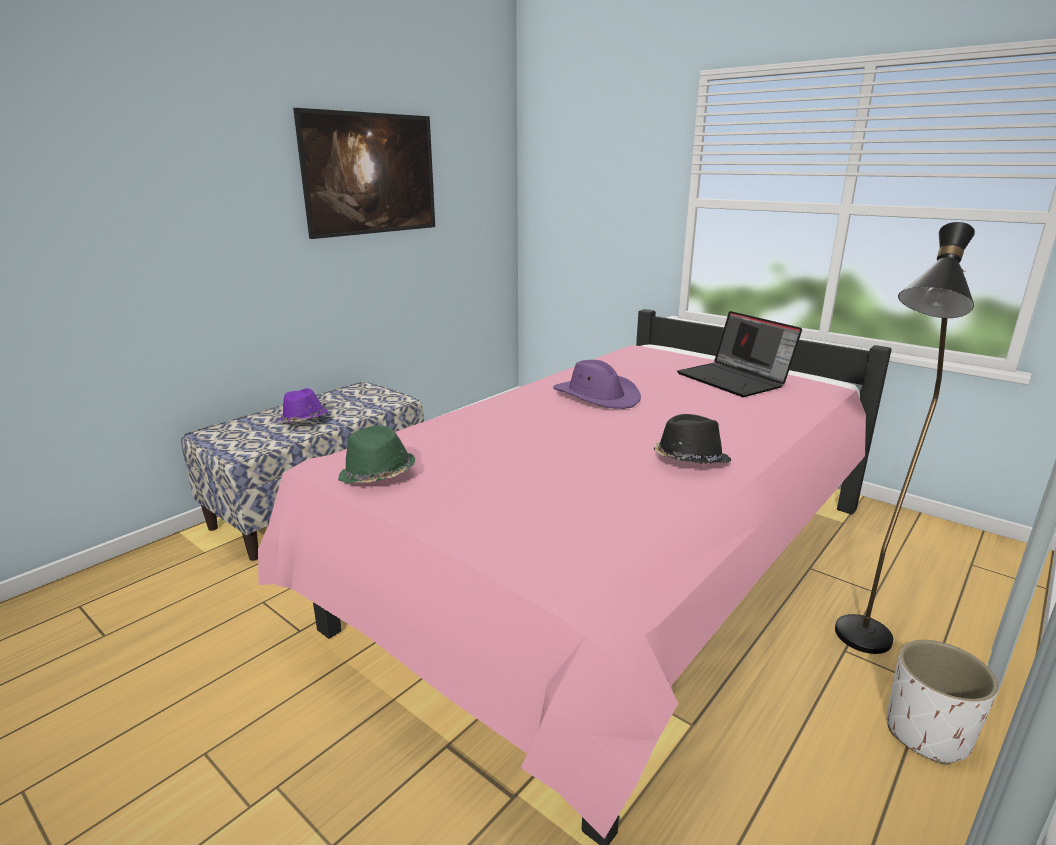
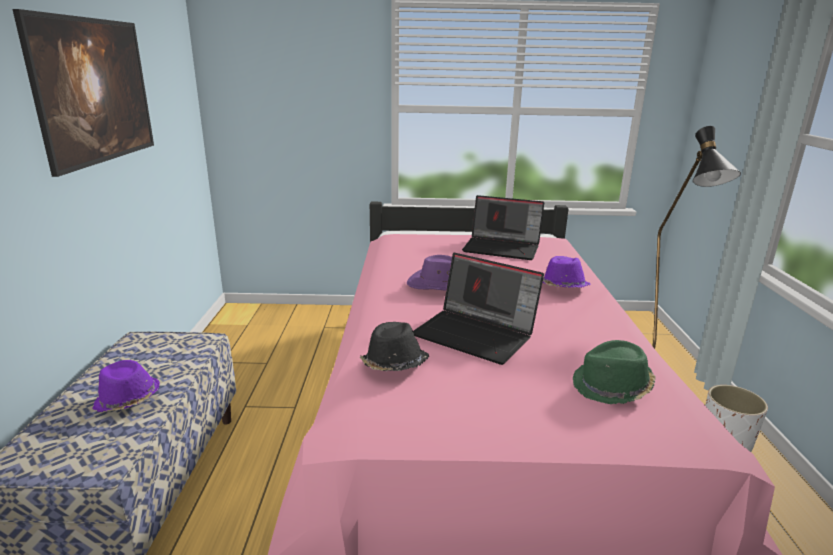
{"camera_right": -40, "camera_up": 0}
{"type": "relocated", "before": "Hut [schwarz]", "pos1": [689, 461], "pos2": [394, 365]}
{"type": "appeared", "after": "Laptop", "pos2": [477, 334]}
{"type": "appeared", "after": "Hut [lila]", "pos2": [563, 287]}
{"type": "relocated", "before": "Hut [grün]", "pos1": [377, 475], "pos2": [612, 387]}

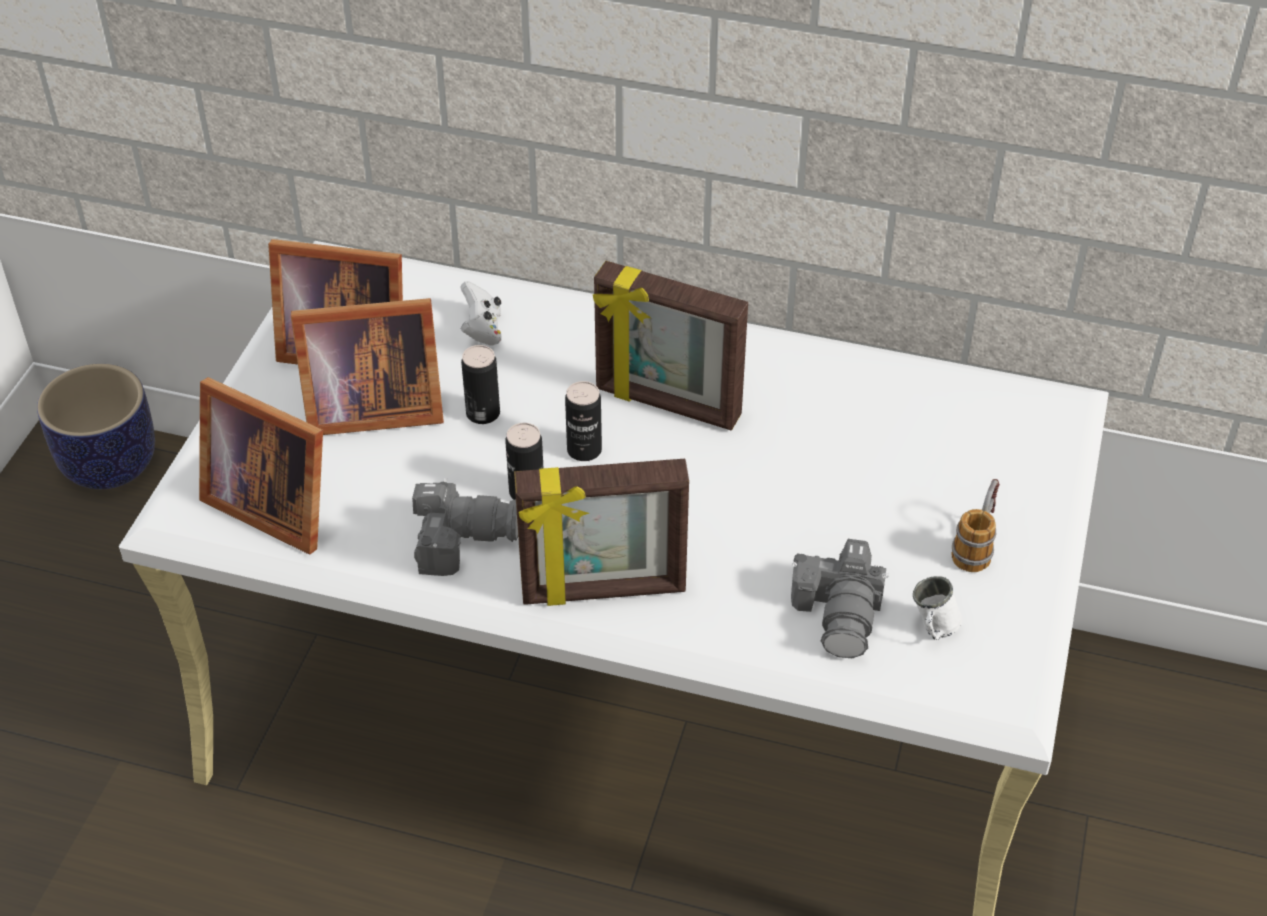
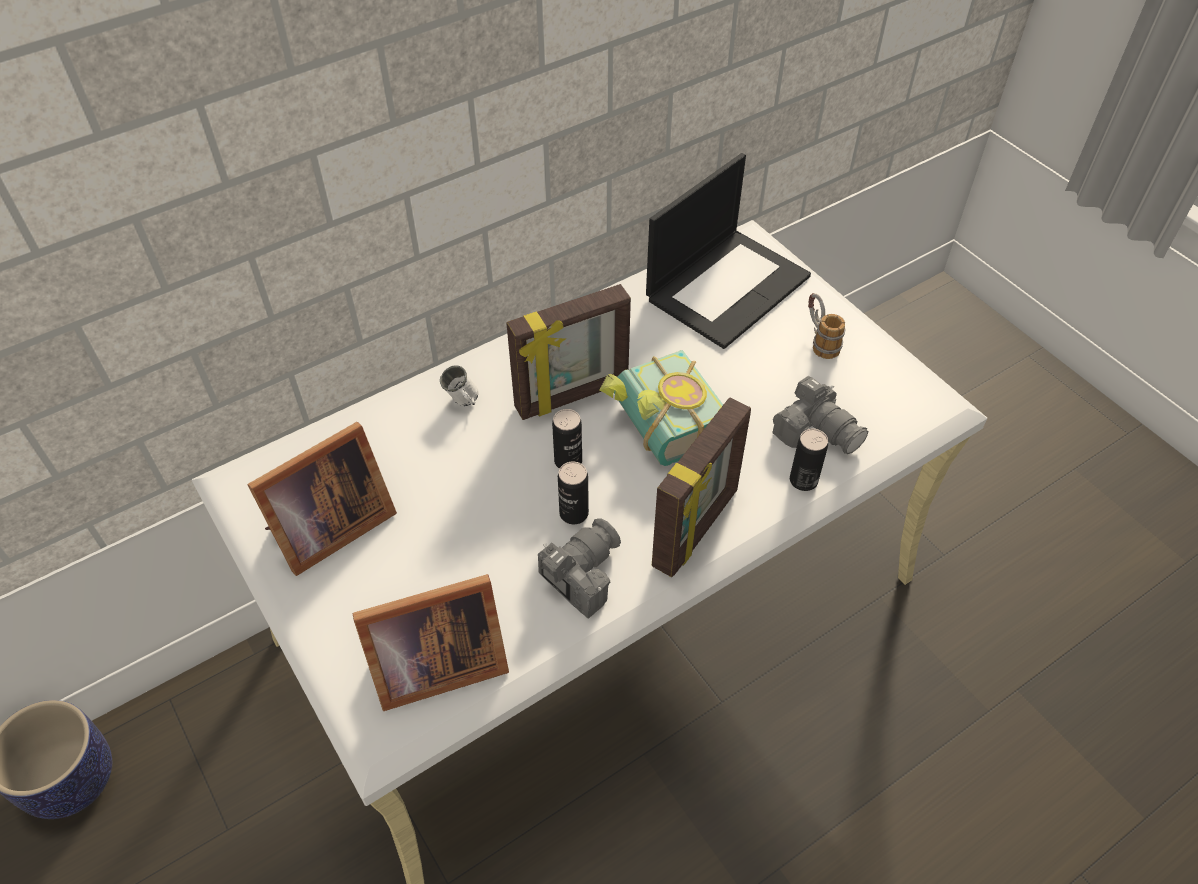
{"camera_right": -50, "camera_up": 5}
{"type": "relocated", "before": "Henkelbecher [weiß]", "pos1": [932, 630], "pos2": [464, 403]}
{"type": "appeared", "after": "Buch", "pos2": [658, 429]}
{"type": "appeared", "after": "Laptop", "pos2": [727, 286]}
{"type": "relocated", "before": "Dose", "pos1": [483, 413], "pos2": [803, 480]}
{"type": "missing", "before": "Bilderrahmen", "pos1": [369, 408]}
{"type": "missing", "before": "Gamepad [weiß]", "pos1": [482, 330]}

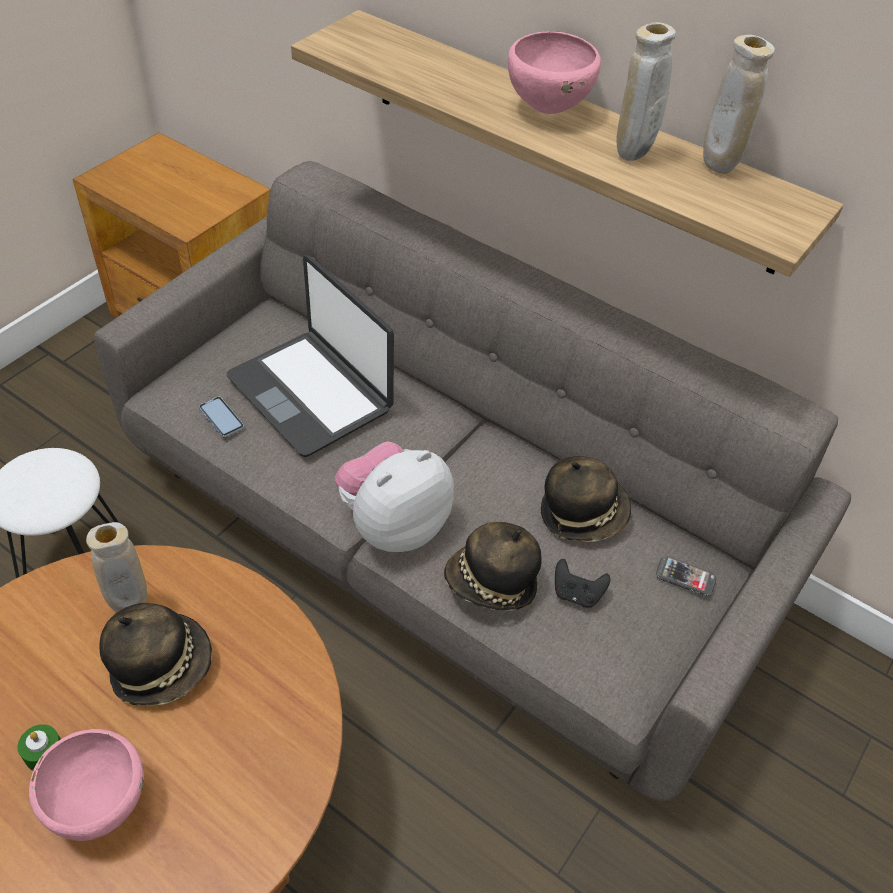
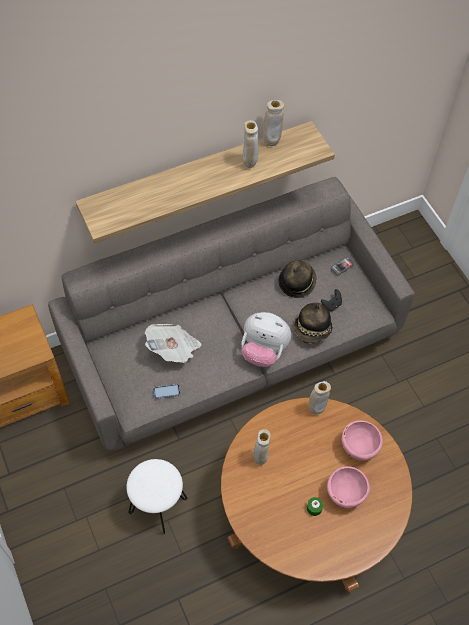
{"camera_right": -60, "camera_up": 10}
{"type": "exchanged", "before": "Laptop", "after": "Zeitung", "pos1": [311, 393], "pos2": [174, 349]}
{"type": "spun", "before": "Plüschtier", "pos1": [393, 525], "pos2": [263, 351], "turn": -60}
{"type": "appeared", "after": "Vase [beige]", "pos2": [316, 409]}
{"type": "relocated", "before": "Schüssel [rosa]", "pos1": [547, 109], "pos2": [358, 448]}
{"type": "missing", "before": "Hut", "pos1": [162, 665]}

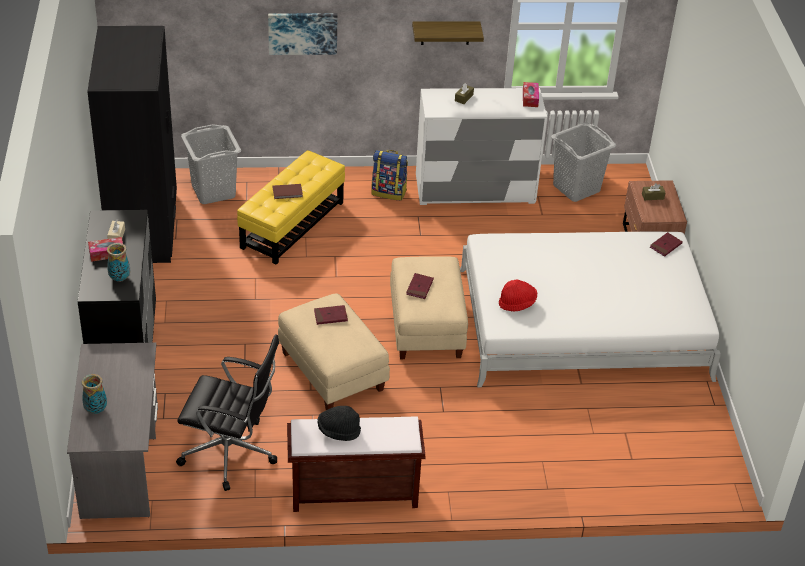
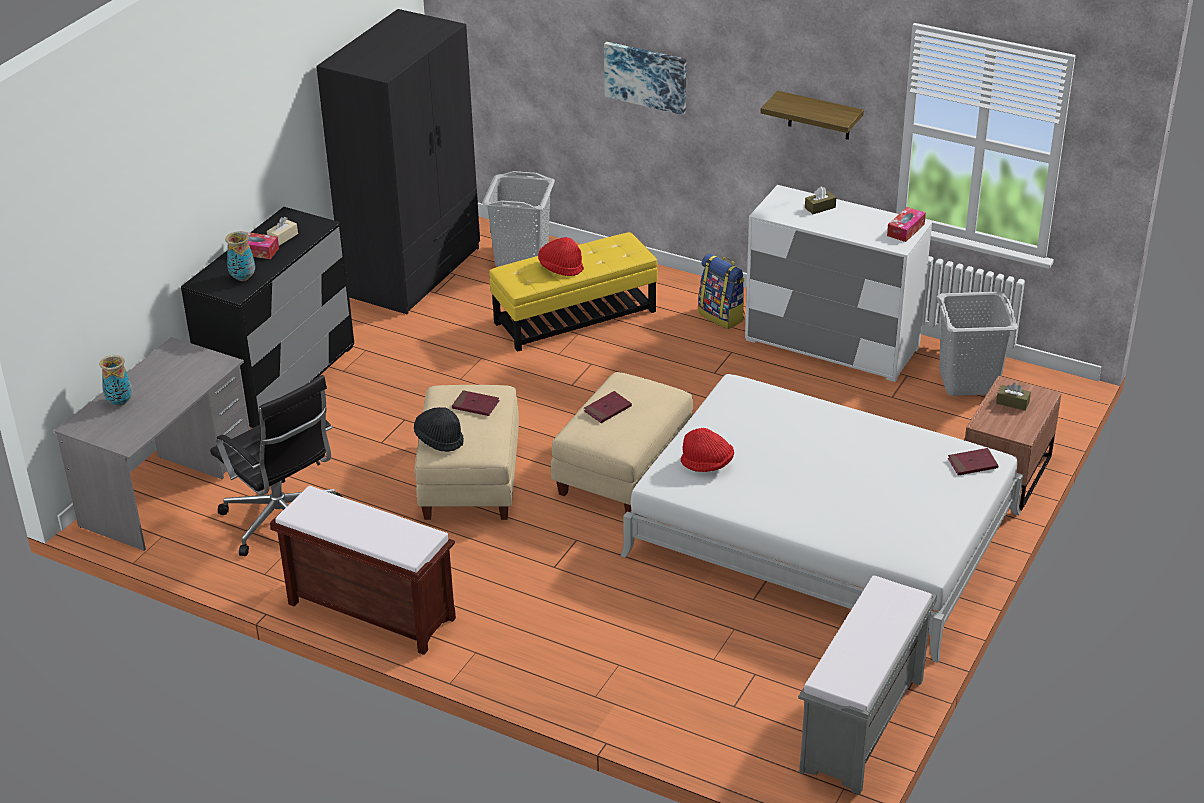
{"camera_right": 35, "camera_up": -5}
{"type": "relocated", "before": "Hut [schwarz]", "pos1": [338, 431], "pos2": [439, 439]}
{"type": "exchanged", "before": "Buch [braun]", "after": "Hut [rot]", "pos1": [288, 193], "pos2": [560, 268]}
{"type": "appeared", "after": "Bank [grau]", "pos2": [862, 727]}

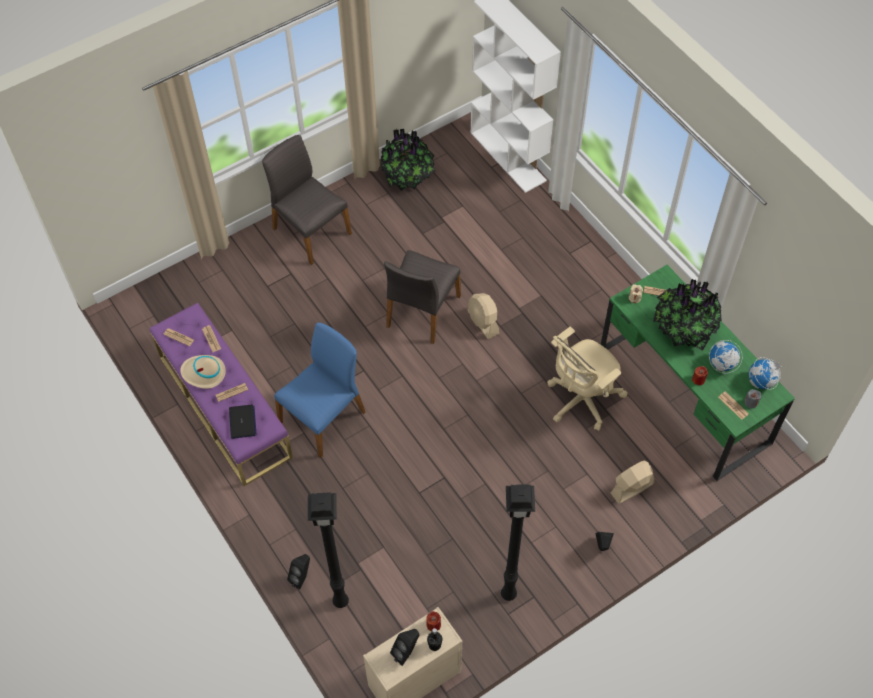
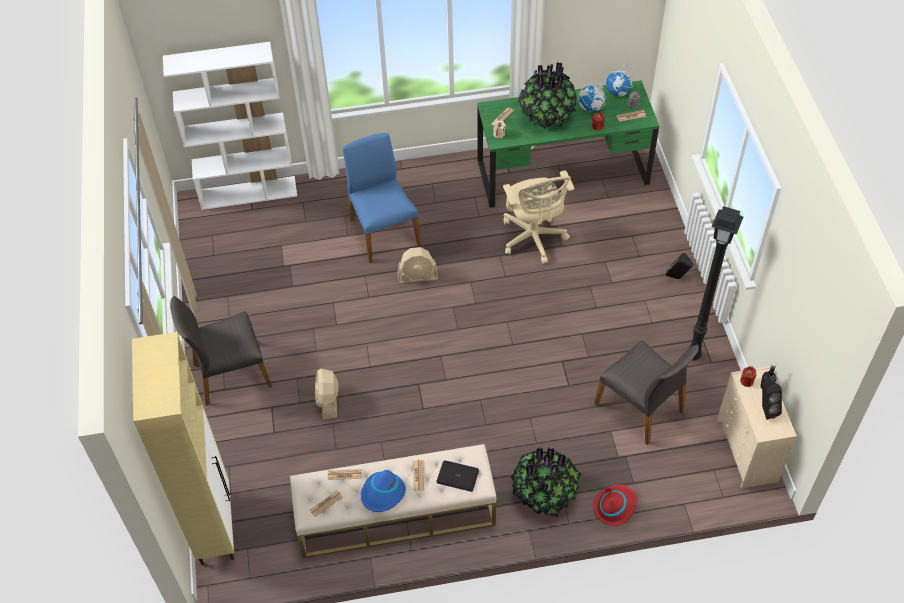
{"camera_right": -65, "camera_up": -5}
{"type": "appeared", "after": "Schrank [beige]", "pos2": [215, 526]}
{"type": "colour", "before": "Bank [lila]", "after": "Bank [beige]", "pos1": [224, 406], "pos2": [395, 515]}
{"type": "relocated", "before": "Ventilator [beige]", "pos1": [631, 488], "pos2": [328, 401]}
{"type": "relocated", "before": "Stuhl [blau]", "pos1": [324, 417], "pos2": [383, 231]}
{"type": "colour", "before": "Hut [beige]", "after": "Hut [blau]", "pos1": [204, 373], "pos2": [382, 494]}
{"type": "relocated", "before": "Topfpflanze", "pos1": [408, 177], "pos2": [544, 494]}
{"type": "exchanged", "before": "Lautsprecher [schwarz]", "after": "Hut [rot]", "pos1": [302, 577], "pos2": [614, 506]}
{"type": "relocated", "before": "Stuhl [grau]", "pos1": [422, 311], "pos2": [641, 408]}
{"type": "missing", "before": "Stehlampe [schwarz]", "pos1": [339, 600]}

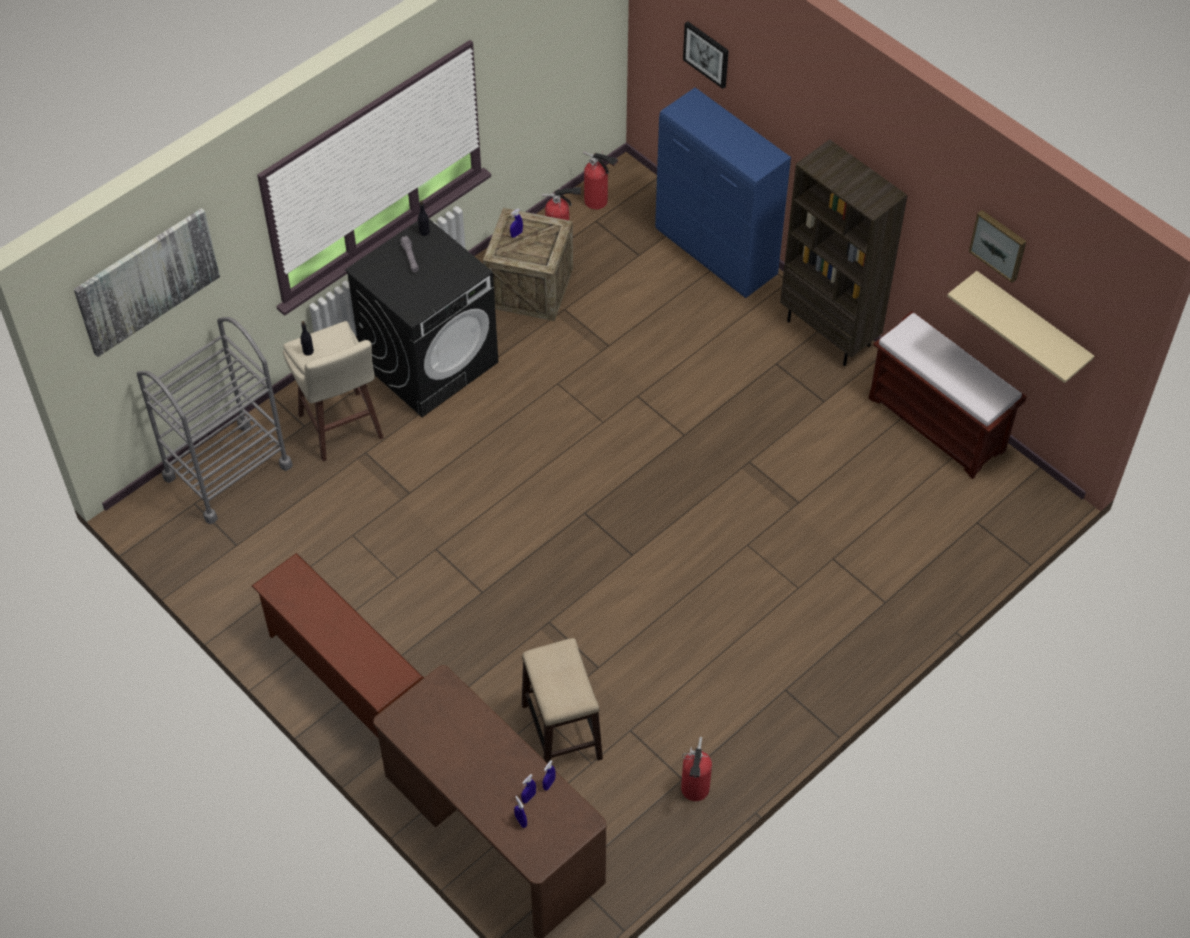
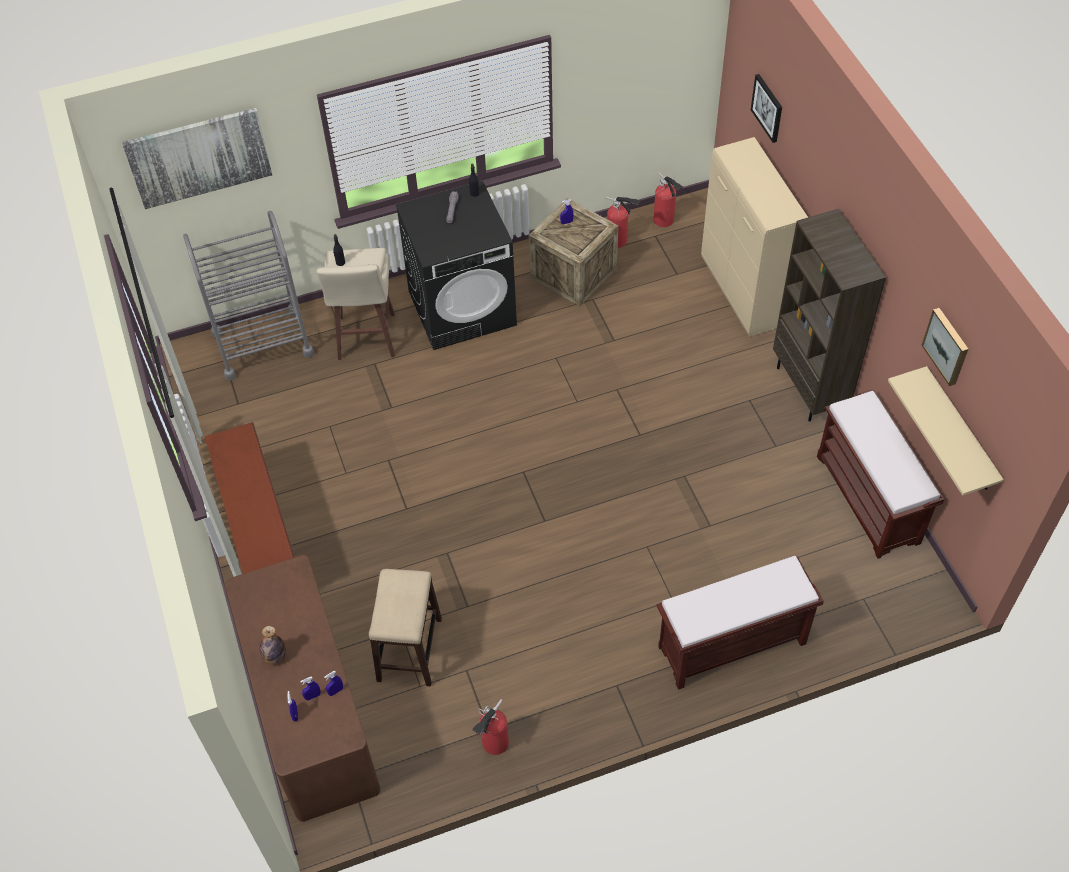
{"camera_right": 25, "camera_up": 0}
{"type": "appeared", "after": "Flasche", "pos2": [275, 656]}
{"type": "appeared", "after": "Bank [braun]", "pos2": [730, 646]}
{"type": "colour", "before": "Schrank [blau]", "after": "Schrank [beige]", "pos1": [717, 254], "pos2": [743, 292]}

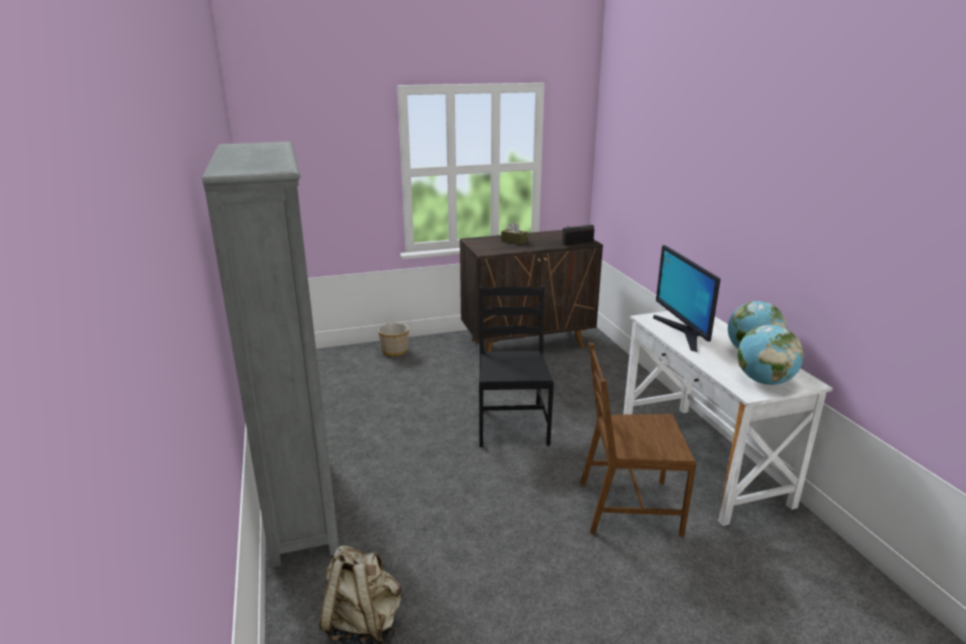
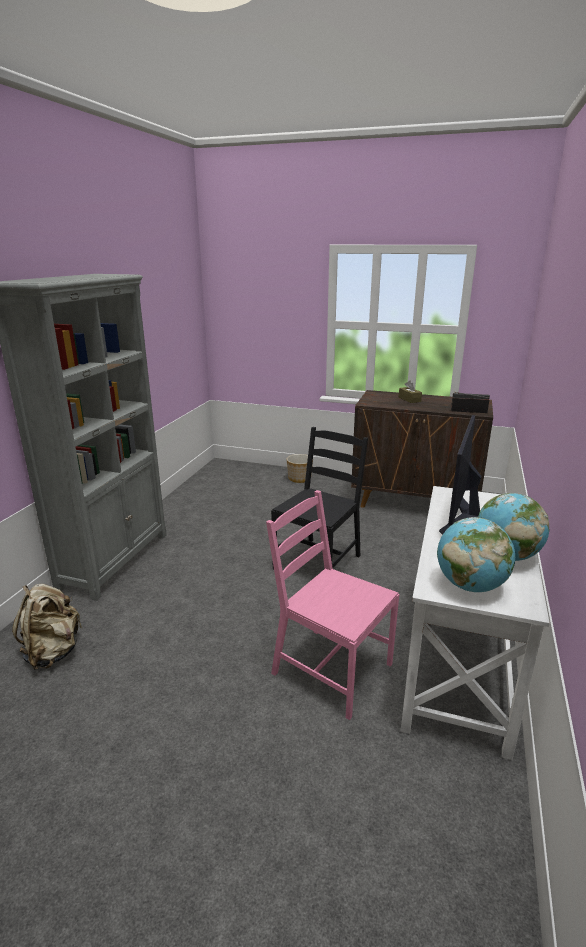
{"camera_right": 35, "camera_up": 0}
{"type": "colour", "before": "Stuhl [braun]", "after": "Stuhl [rosa]", "pos1": [628, 507], "pos2": [330, 669]}

